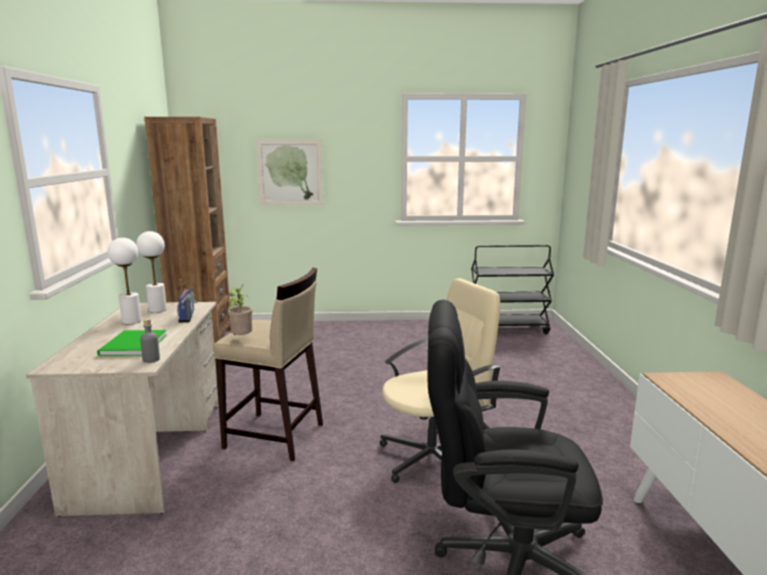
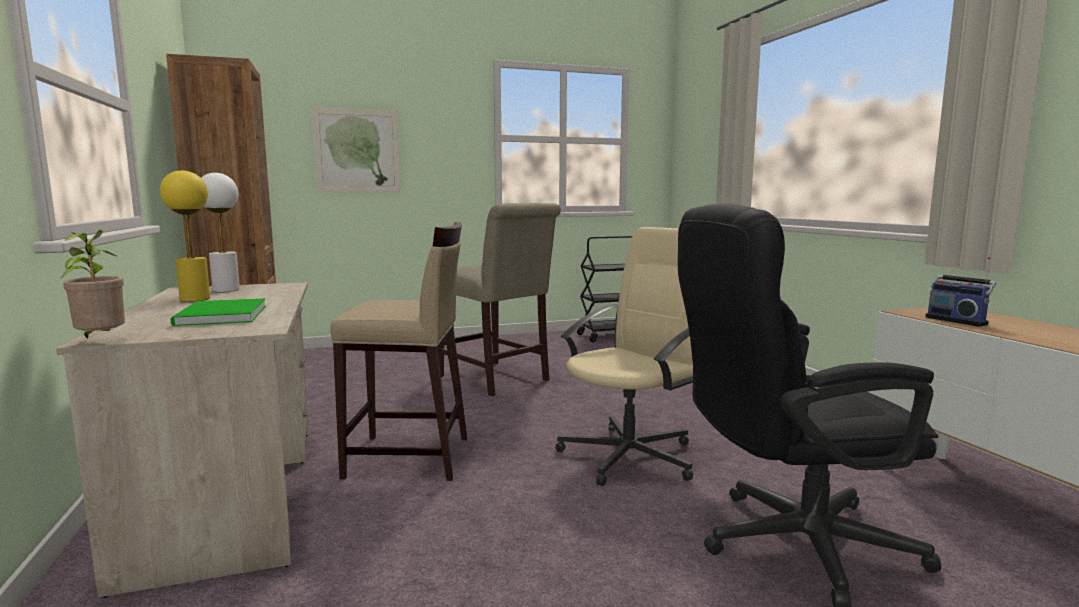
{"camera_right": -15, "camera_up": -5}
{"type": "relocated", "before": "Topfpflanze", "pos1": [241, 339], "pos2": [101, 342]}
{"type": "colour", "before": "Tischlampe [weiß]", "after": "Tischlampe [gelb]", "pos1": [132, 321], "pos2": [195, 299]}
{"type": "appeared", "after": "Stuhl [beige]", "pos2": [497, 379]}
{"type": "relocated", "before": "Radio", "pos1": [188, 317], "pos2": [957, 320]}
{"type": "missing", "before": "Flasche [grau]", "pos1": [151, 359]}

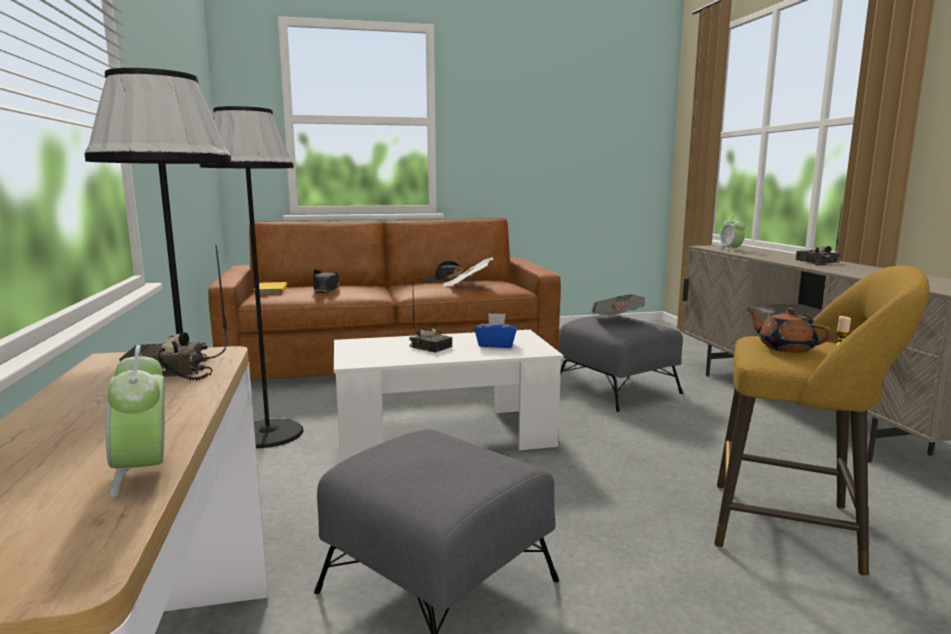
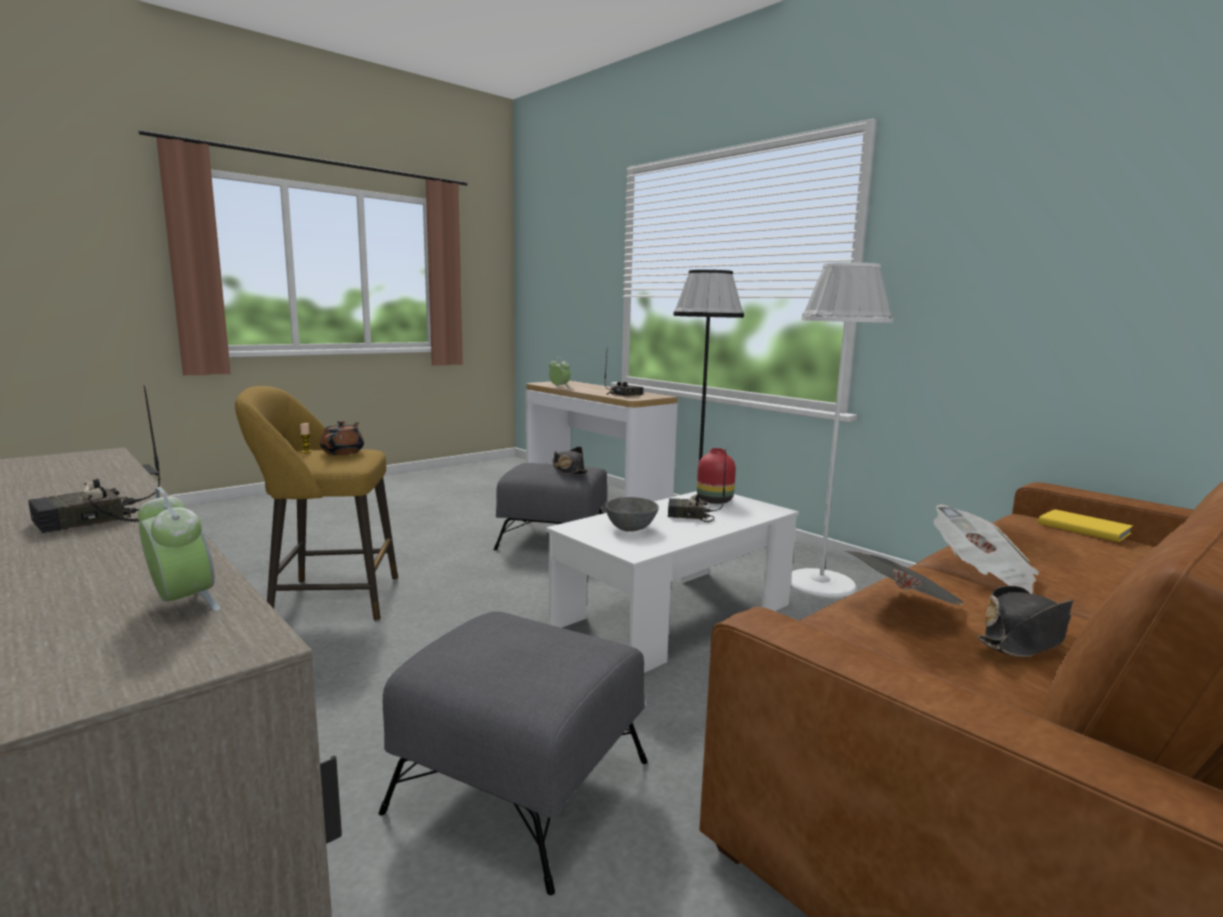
{"camera_right": 150, "camera_up": 0}
{"type": "spun", "before": "Radio", "pos1": [815, 262], "pos2": [88, 521], "turn": 90}
{"type": "spun", "before": "Teekanne [braun]", "pos1": [785, 348], "pos2": [343, 452], "turn": -105}
{"type": "relocated", "before": "Hut [schwarz]", "pos1": [326, 289], "pos2": [568, 470]}
{"type": "exchanged", "before": "Taschentuchbox [blau]", "after": "Schüssel [grau]", "pos1": [496, 345], "pos2": [631, 528]}
{"type": "appeared", "after": "Vase [rot]", "pos2": [715, 501]}
{"type": "colour", "before": "Stehlampe [schwarz]", "after": "Stehlampe [weiß]", "pos1": [268, 433], "pos2": [821, 583]}
{"type": "relocated", "before": "Zeitung", "pos1": [617, 320], "pos2": [982, 575]}

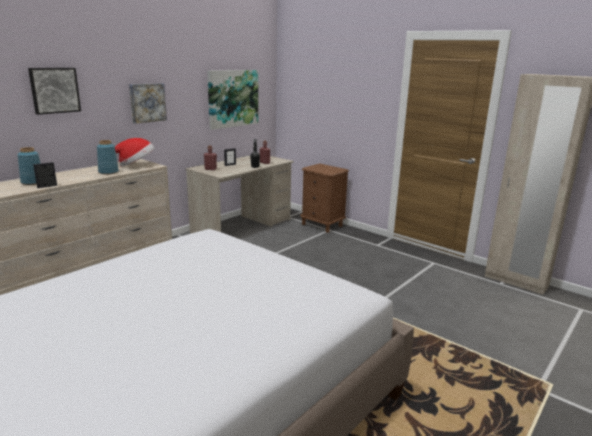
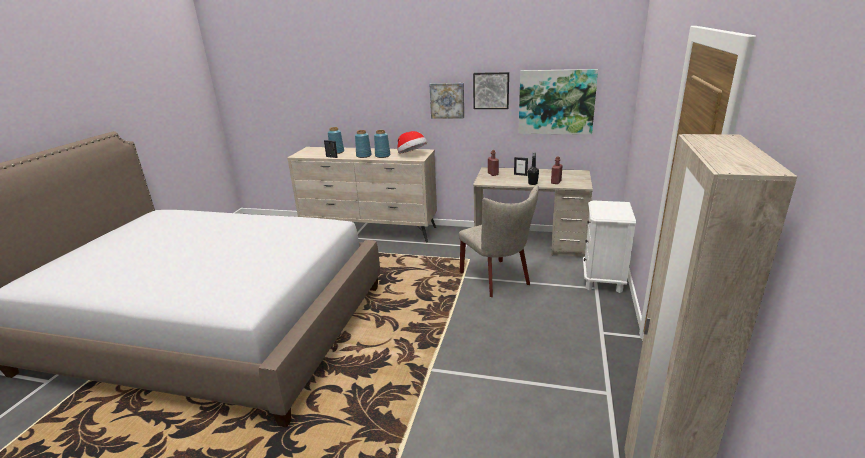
{"camera_right": 65, "camera_up": 5}
{"type": "appeared", "after": "Vase [blau]", "pos2": [363, 156]}
{"type": "appeared", "after": "Stuhl [beige]", "pos2": [497, 280]}
{"type": "relocated", "before": "Bild", "pos1": [54, 90], "pos2": [491, 90]}
{"type": "colour", "before": "Nachttisch [braun]", "after": "Nachttisch [weiß]", "pos1": [322, 225], "pos2": [602, 280]}

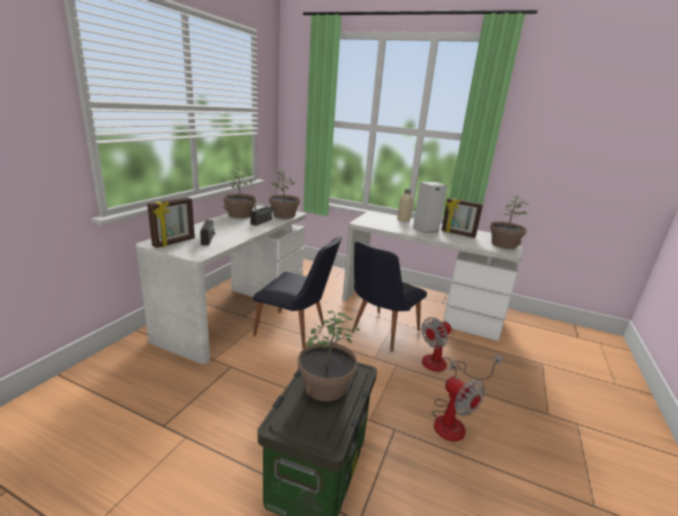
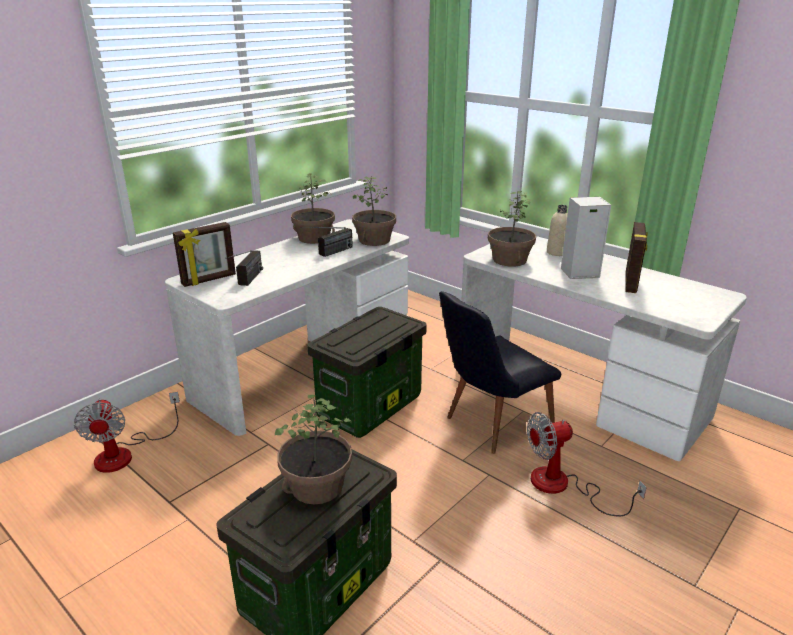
{"camera_right": 20, "camera_up": 5}
{"type": "relocated", "before": "Ventilator", "pos1": [449, 420], "pos2": [125, 453]}
{"type": "exchanged", "before": "Stuhl [schwarz]", "after": "Aufbewahrungsbox", "pos1": [296, 332], "pos2": [370, 408]}
{"type": "relocated", "before": "Topfpflanze", "pos1": [503, 244], "pos2": [509, 260]}
{"type": "spun", "before": "Bilderrahmen", "pos1": [458, 234], "pos2": [631, 283], "turn": -120}

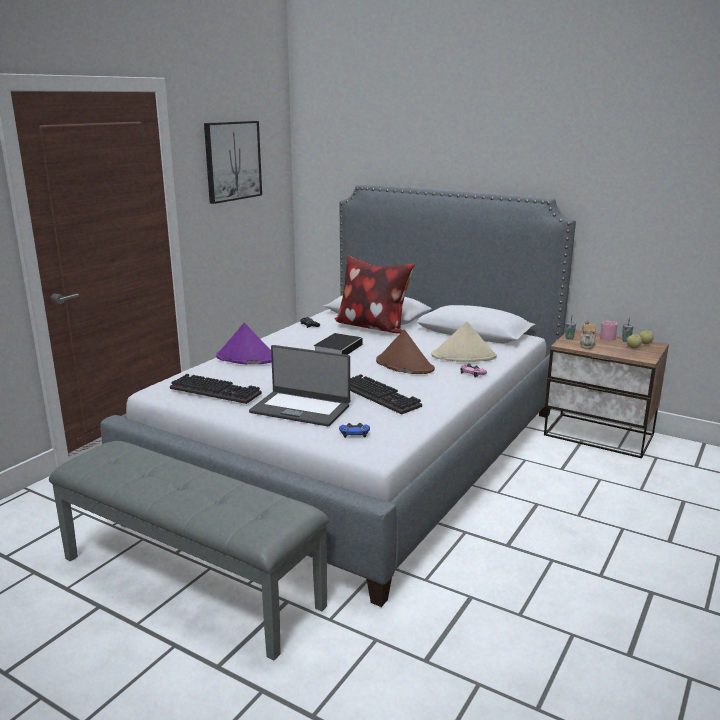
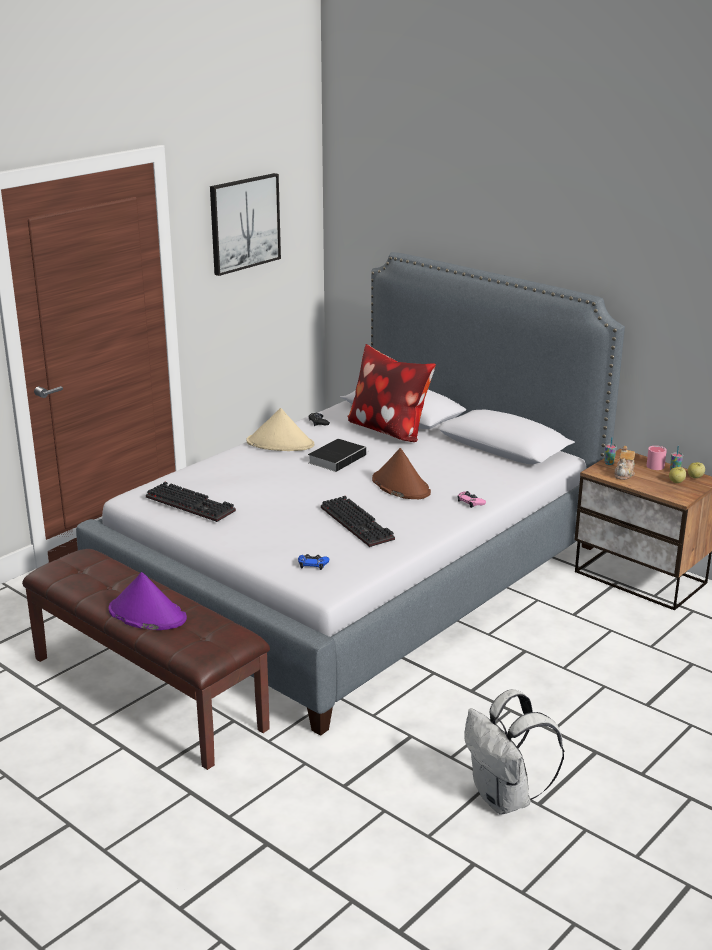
{"camera_right": 10, "camera_up": 5}
{"type": "colour", "before": "Bank [grau]", "after": "Bank [braun]", "pos1": [191, 581], "pos2": [149, 692]}
{"type": "relocated", "before": "Hut [lila]", "pos1": [247, 358], "pos2": [147, 614]}
{"type": "relocated", "before": "Hut [beige]", "pos1": [464, 356], "pos2": [280, 444]}
{"type": "appeared", "after": "Rucksack [weiß]", "pos2": [505, 798]}
{"type": "missing", "before": "Laptop", "pos1": [301, 408]}

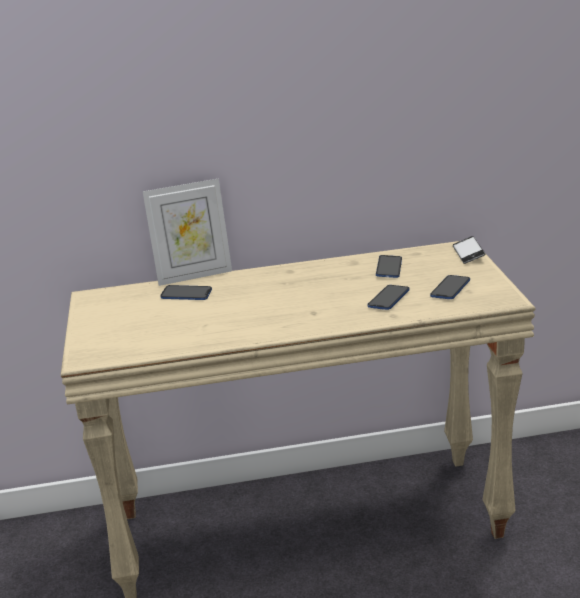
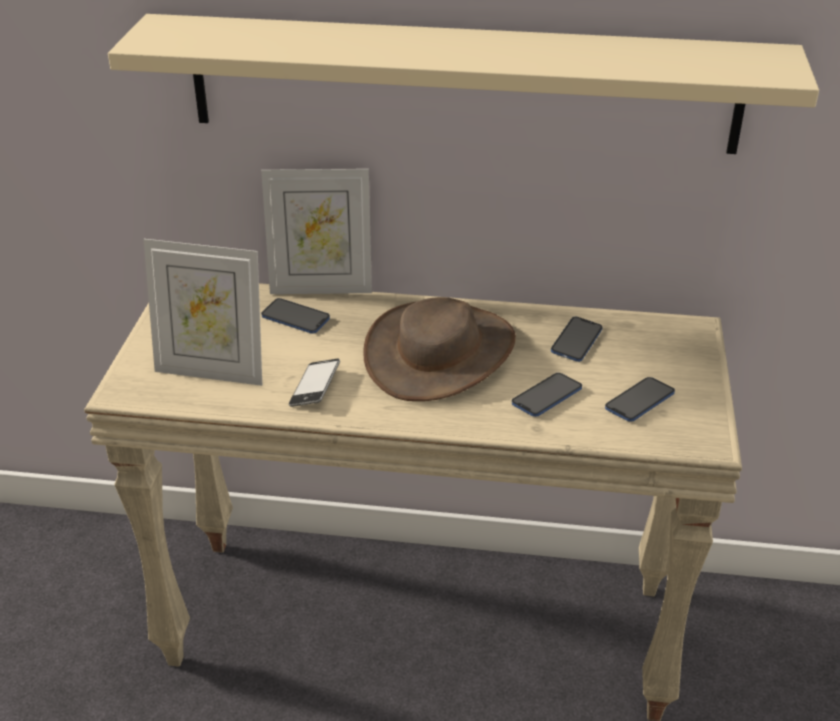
{"camera_right": 15, "camera_up": 10}
{"type": "appeared", "after": "Wandregal [beige]", "pos2": [462, 84]}
{"type": "appeared", "after": "Bilderrahmen", "pos2": [212, 371]}
{"type": "relocated", "before": "Handy", "pos1": [468, 254], "pos2": [315, 387]}
{"type": "appeared", "after": "Hut [braun]", "pos2": [440, 353]}

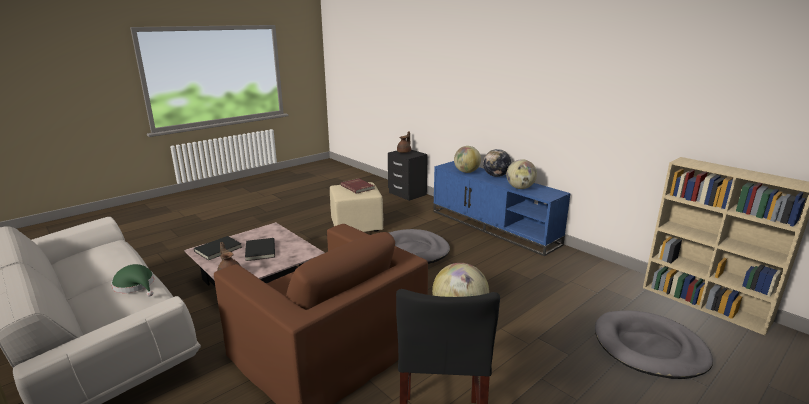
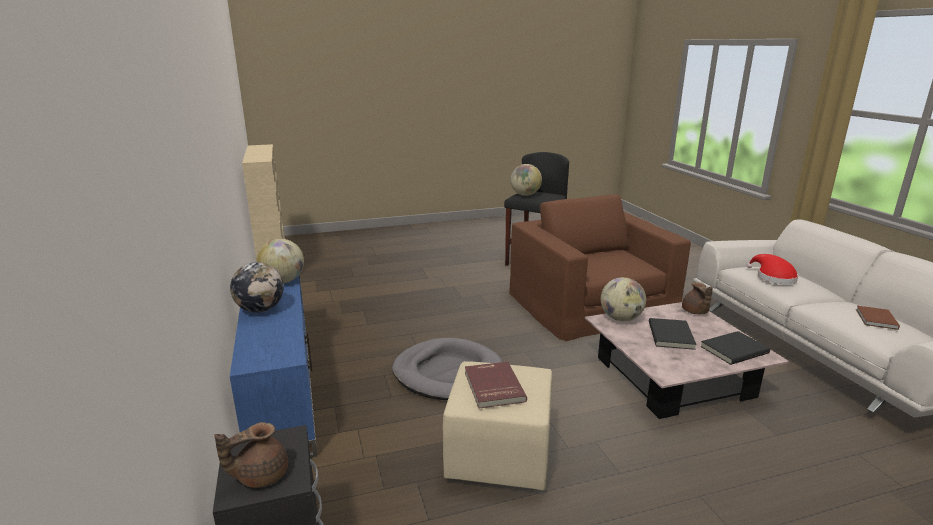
{"camera_right": -155, "camera_up": 0}
{"type": "relocated", "before": "Globus", "pos1": [466, 172], "pos2": [621, 319]}
{"type": "colour", "before": "Hut [grün]", "after": "Hut [rot]", "pos1": [136, 285], "pos2": [773, 277]}
{"type": "appeared", "after": "Buch [braun]", "pos2": [875, 319]}
{"type": "missing", "before": "Hundebett [grau]", "pos1": [649, 348]}

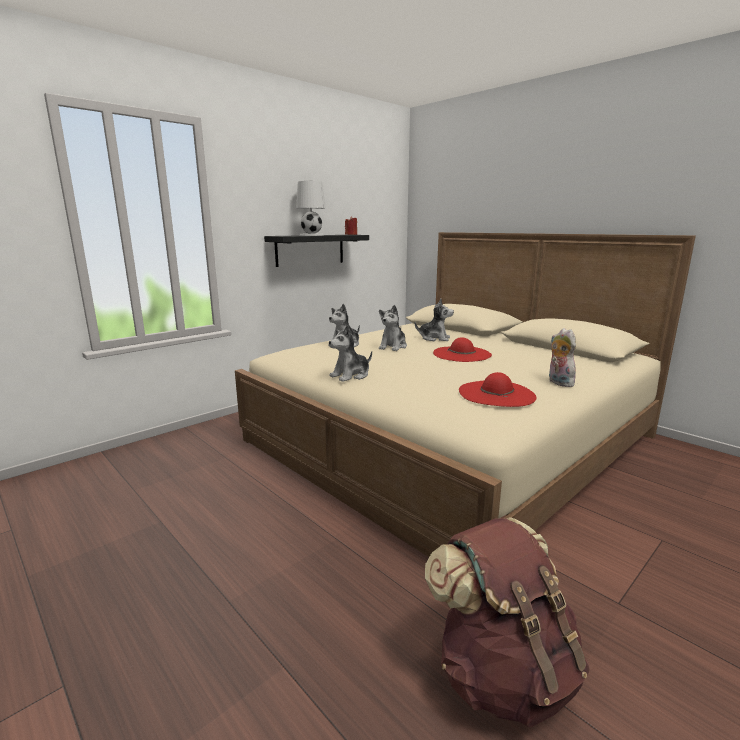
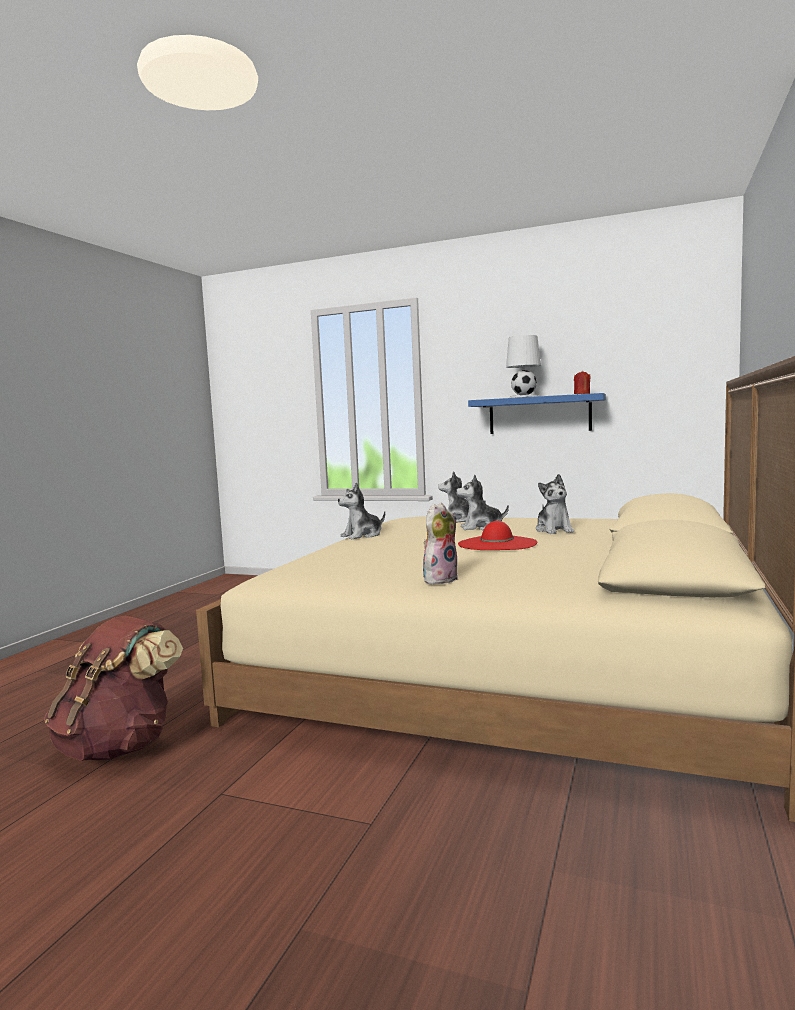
{"camera_right": 65, "camera_up": -10}
{"type": "spun", "before": "Plüschtier", "pos1": [351, 375], "pos2": [362, 535], "turn": -60}
{"type": "colour", "before": "Wandregal [schwarz]", "after": "Wandregal [blau]", "pos1": [310, 250], "pos2": [539, 414]}
{"type": "missing", "before": "Hut [rot]", "pos1": [496, 393]}

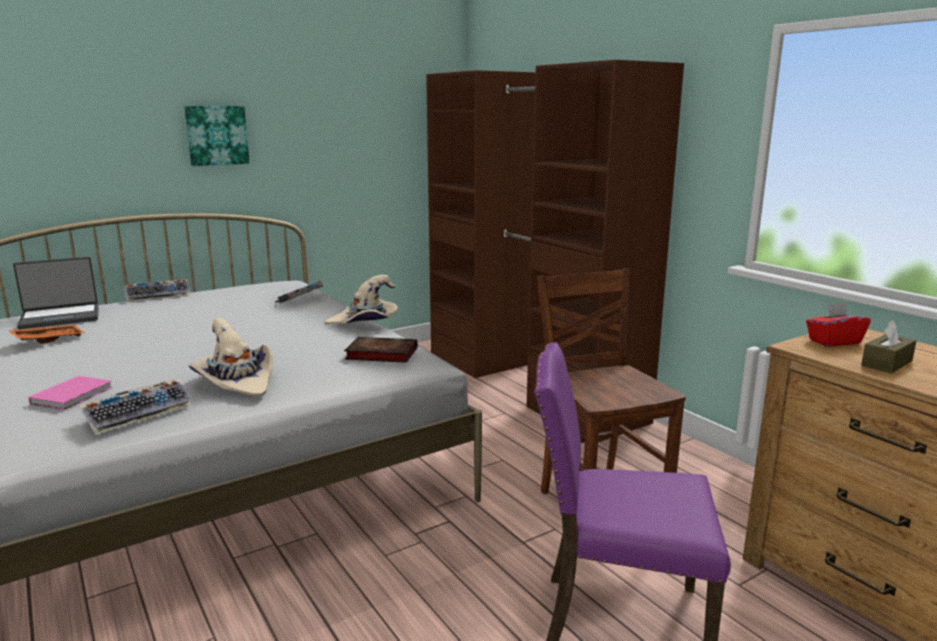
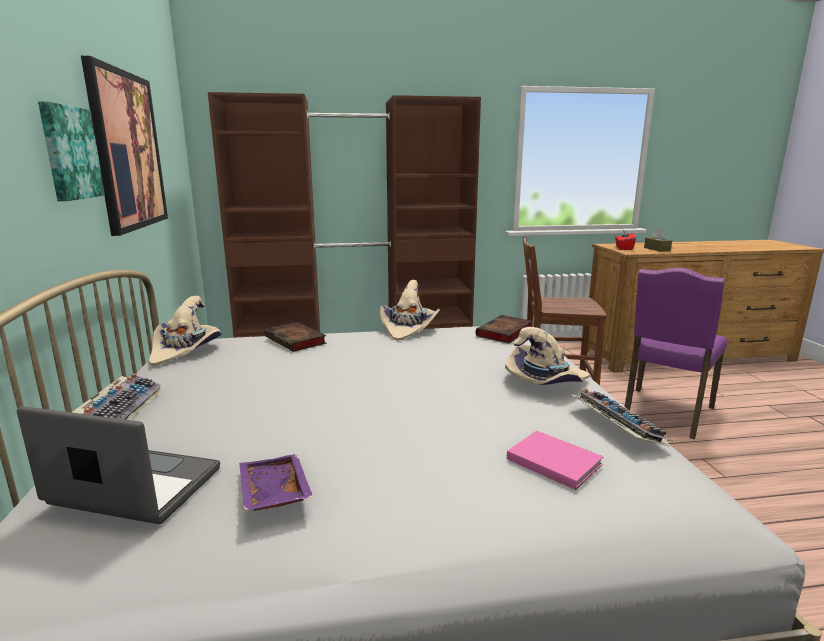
{"camera_right": -65, "camera_up": 0}
{"type": "spun", "before": "Laptop", "pos1": [60, 317], "pos2": [133, 488], "turn": -75}
{"type": "appeared", "after": "Bild", "pos2": [128, 151]}
{"type": "appeared", "after": "Hut [beige]", "pos2": [186, 350]}
{"type": "colour", "before": "Tablett [orange]", "after": "Tablett [lila]", "pos1": [48, 340], "pos2": [272, 493]}
{"type": "exchanged", "before": "Tastatur", "after": "Buch", "pos1": [303, 300], "pos2": [296, 340]}

